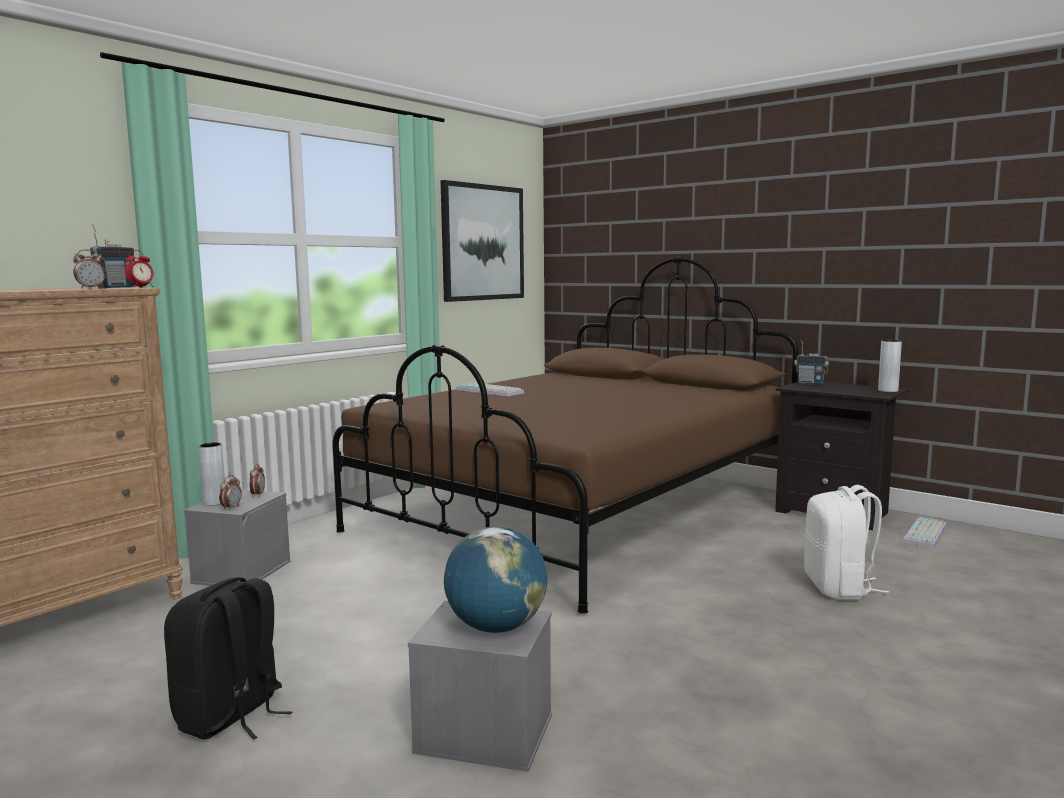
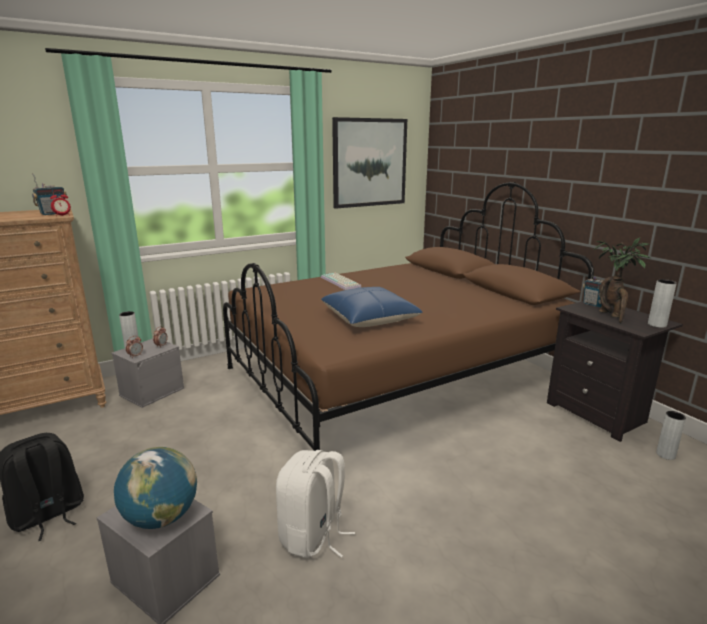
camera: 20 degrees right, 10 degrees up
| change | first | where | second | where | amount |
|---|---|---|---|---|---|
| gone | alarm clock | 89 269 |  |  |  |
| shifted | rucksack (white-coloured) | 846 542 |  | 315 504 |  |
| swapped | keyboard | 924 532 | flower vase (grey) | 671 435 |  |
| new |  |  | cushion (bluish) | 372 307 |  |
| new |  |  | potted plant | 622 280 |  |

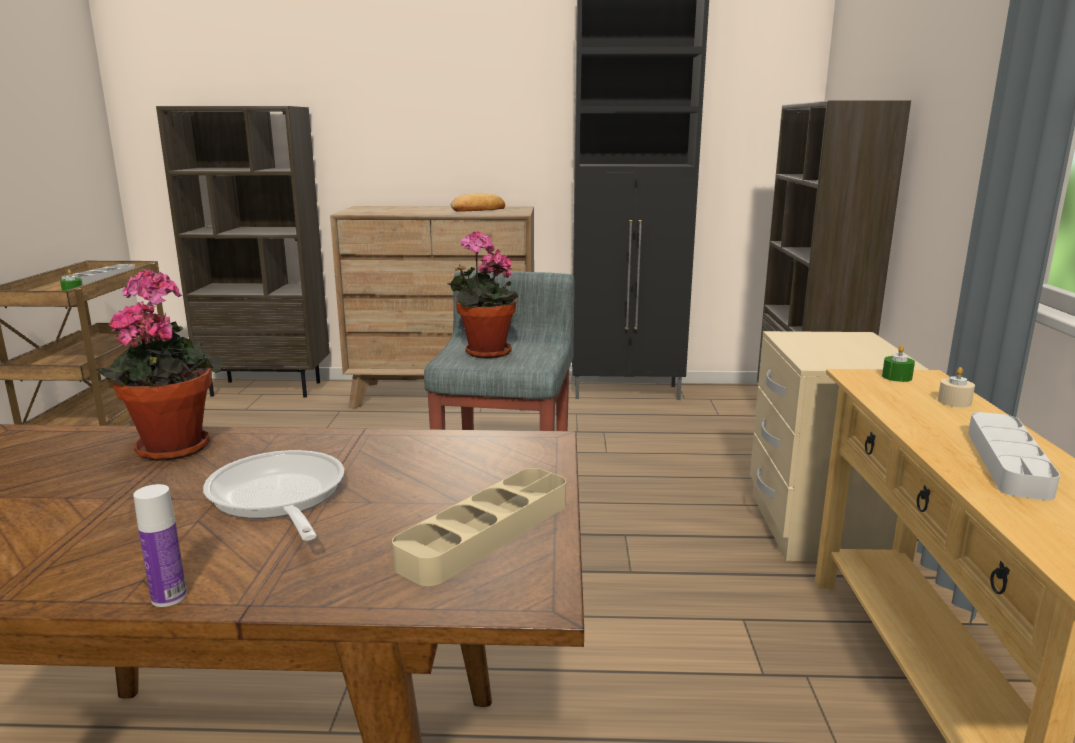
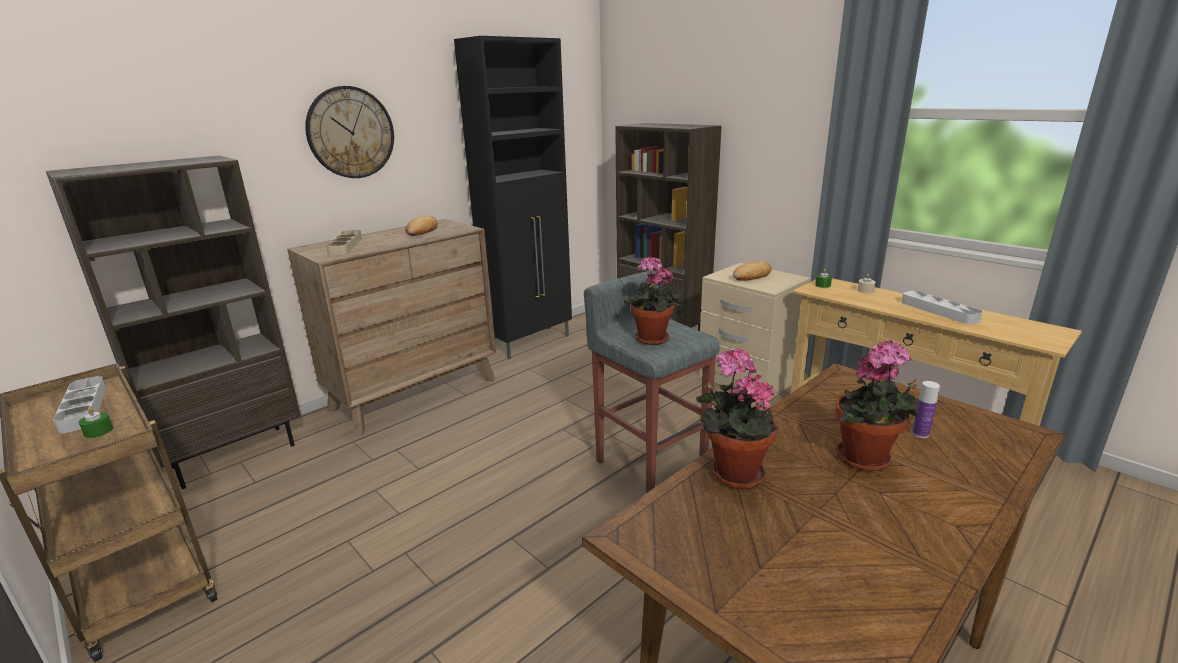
camera: 45 degrees left, 5 degrees up
| change | first | where | second | where | amount |
|---|---|---|---|---|---|
| shifted | beverage bottle | 160 545 |  | 926 409 |  |
| swapped | skillet | 273 495 | potted plant | 877 406 |  |
| shifted | serving tray (beige) | 479 527 |  | 344 242 |  |
| new |  |  | clock on the wall | 349 132 |  |
| new |  |  | baked bread | 752 271 |  |

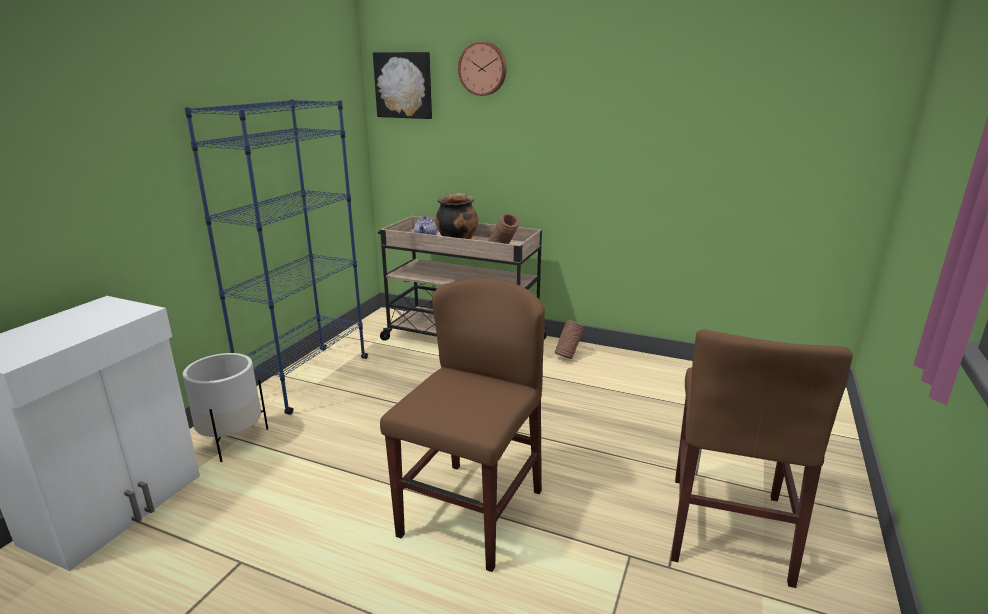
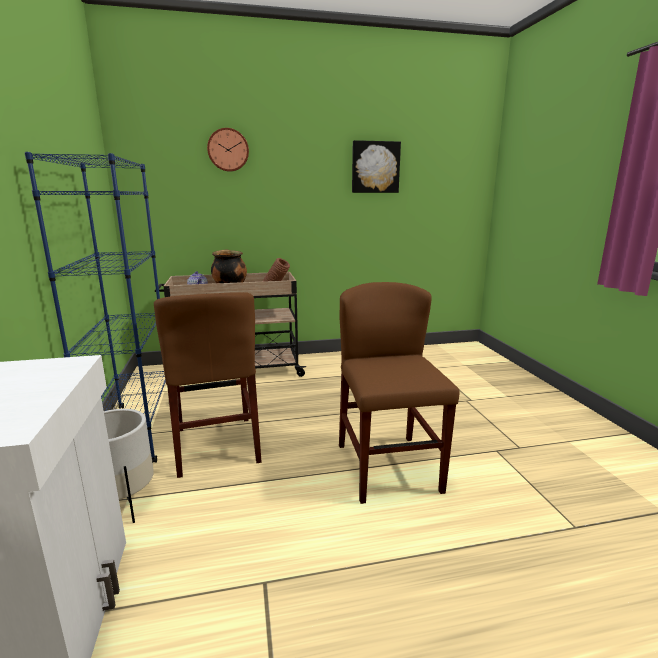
camera: 35 degrees left, 5 degrees down
| change | first | where | second | where | amount |
|---|---|---|---|---|---|
| shifted | wall picture | 402 85 |  | 376 166 |  |
| gone | flower vase (brownish) | 570 339 |  |  |  |
| shifted | plain chair (brownish) | 762 459 |  | 208 385 |  |

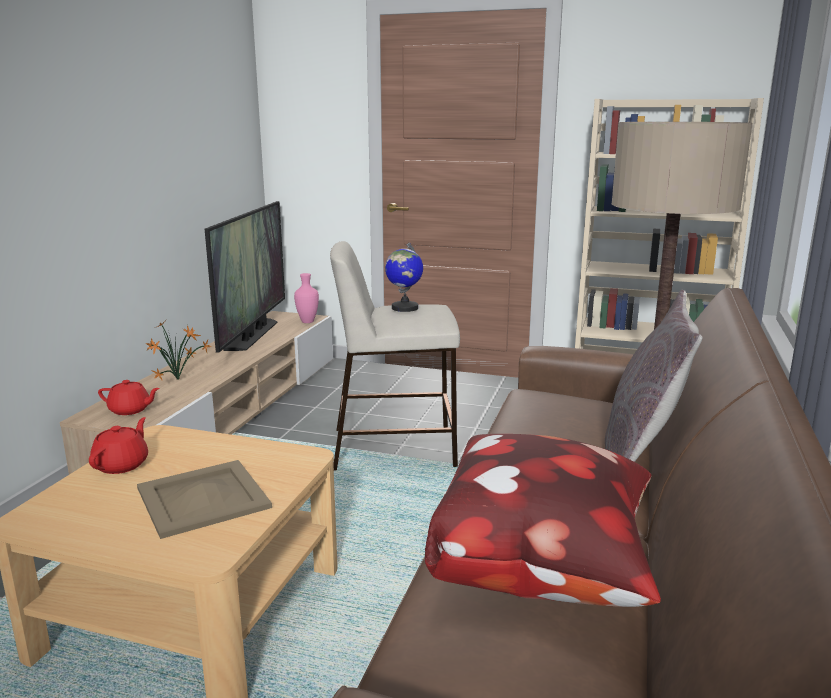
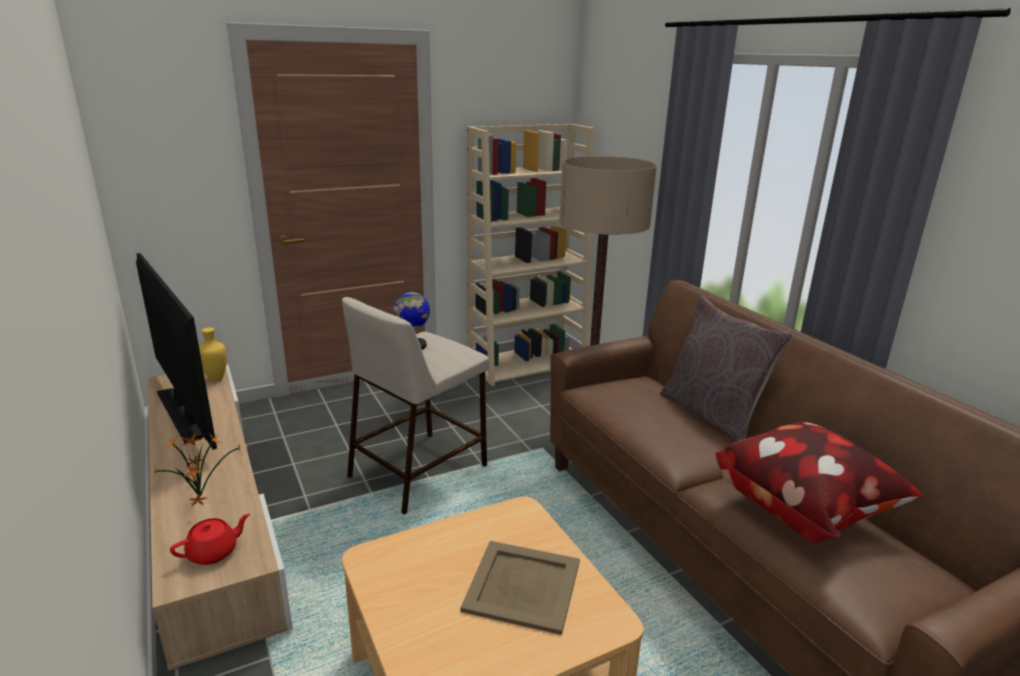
camera: 45 degrees left, 5 degrees up
| change | first | where | second | where | amount |
|---|---|---|---|---|---|
| gone | tea pot (red) | 118 445 |  |  |  |
| repainted | flower vase (pinkish) | 306 298 | flower vase (yellow-coloured) | 213 354 |  |

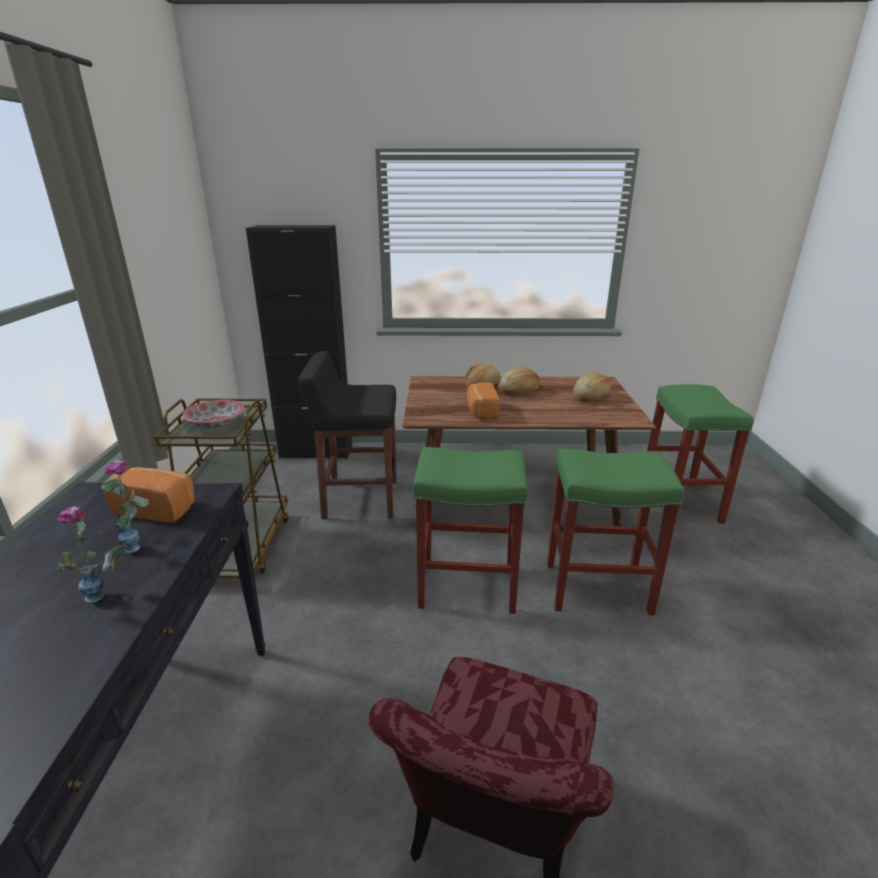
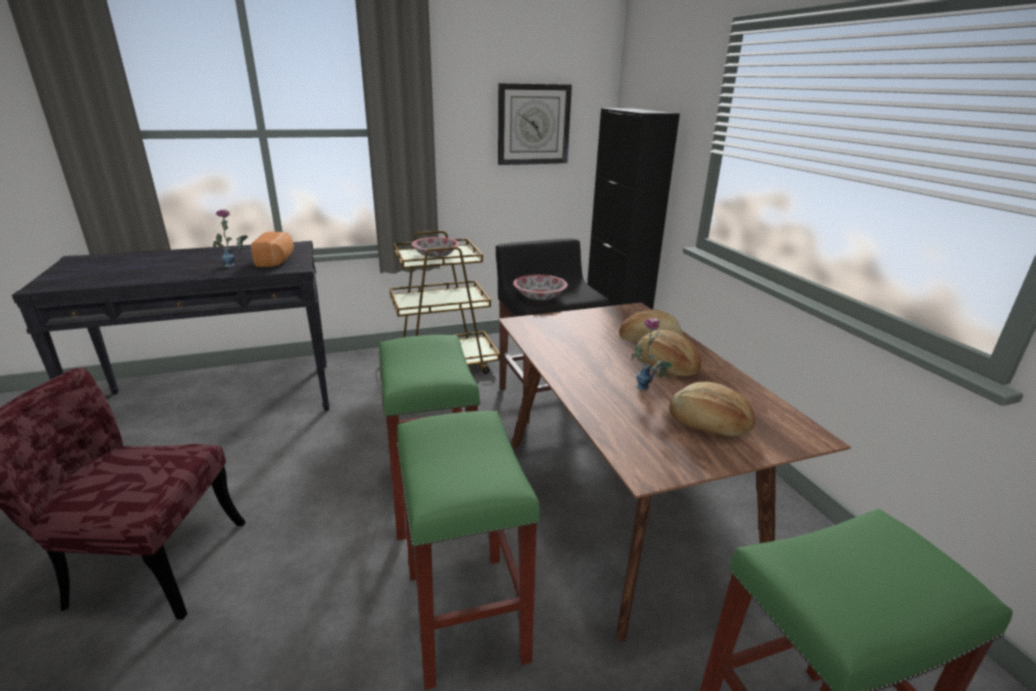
camera: 70 degrees right, 0 degrees up
| change | first | where | second | where | amount |
|---|---|---|---|---|---|
| shifted | flower vase | 92 554 |  | 651 354 |  |
| gone | baked bread | 483 400 |  |  |  |
| new |  |  | clock on the wall | 535 124 |  |
| new |  |  | serving bowl | 540 287 |  |

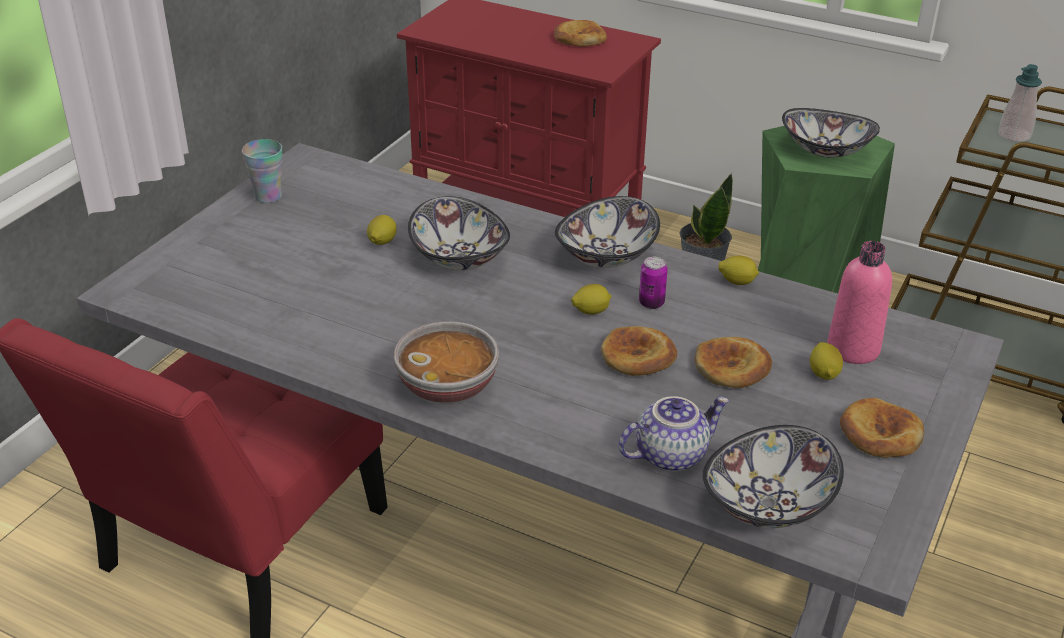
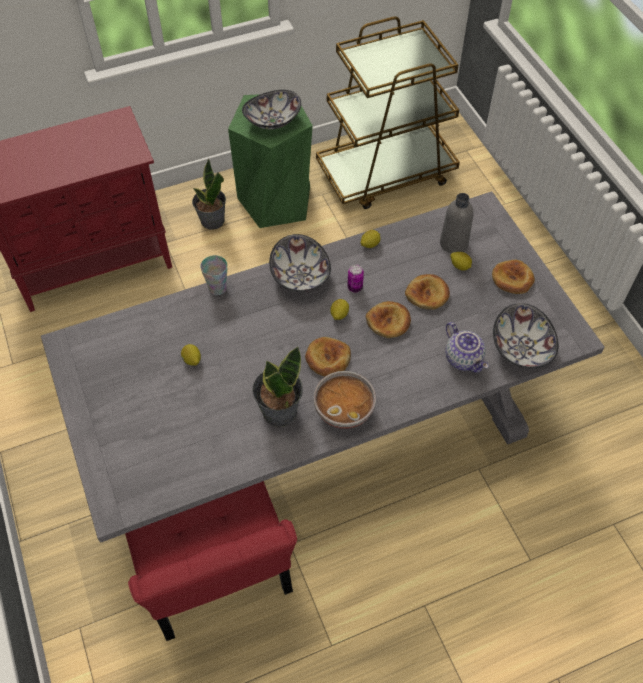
camera: 50 degrees left, 20 degrees up
| change | first | where | second | where | amount |
|---|---|---|---|---|---|
| shifted | drinking cup | 262 171 |  | 213 275 |  |
| gone | serving bowl | 459 233 |  |  |  |
| shifted | baked bread | 580 33 |  | 328 356 |  |
| rotated | tea pot | 673 434 |  | 467 347 | 135 degrees clockwise |
| repainted | beverage bottle (pinkish) | 859 302 | beverage bottle (grey) | 457 223 |  |
| gone | soap bottle | 1020 103 |  |  |  |
| new |  |  | potted plant | 277 387 |  |

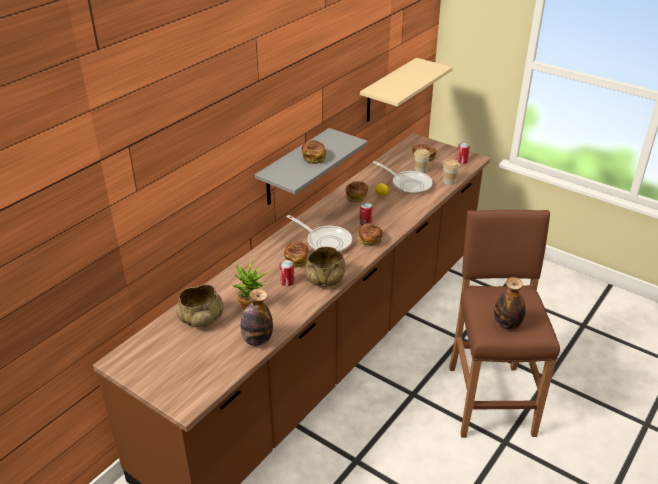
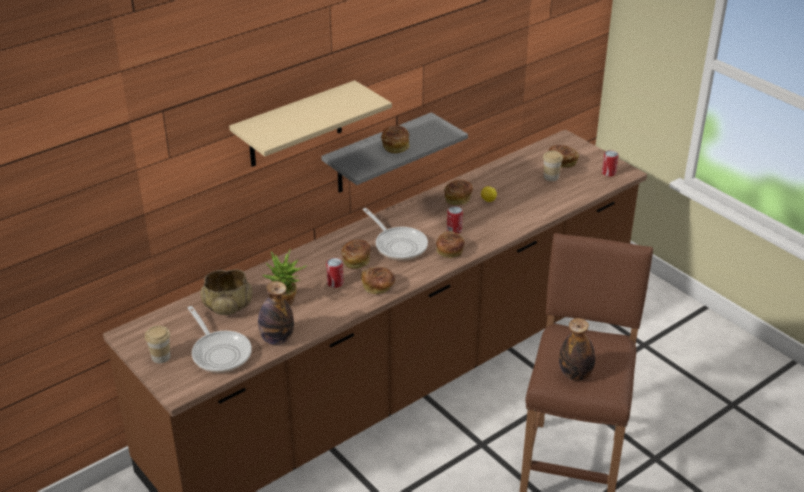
camera: 15 degrees right, 0 degrees up
| change | first | where | second | where | amount |
|---|---|---|---|---|---|
| swapped | serving bowl (beige) | 325 267 | baked bread | 378 280 |  |
| shifted | bracket shelf (beige) | 406 90 |  | 310 123 |  |
| shifted | skillet | 403 177 |  | 220 339 |  |
| shifted | drinking cup | 451 172 |  | 157 344 |  |

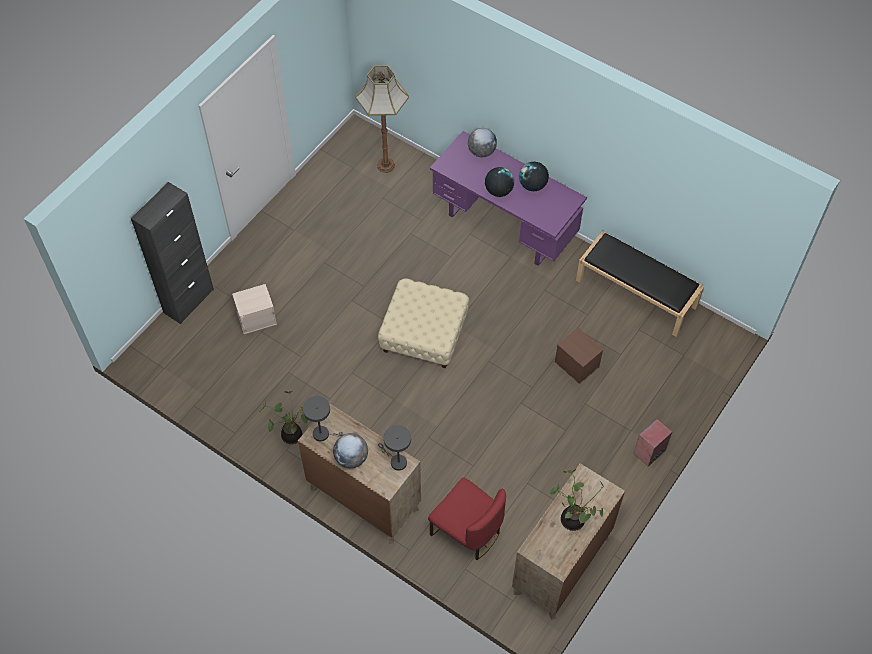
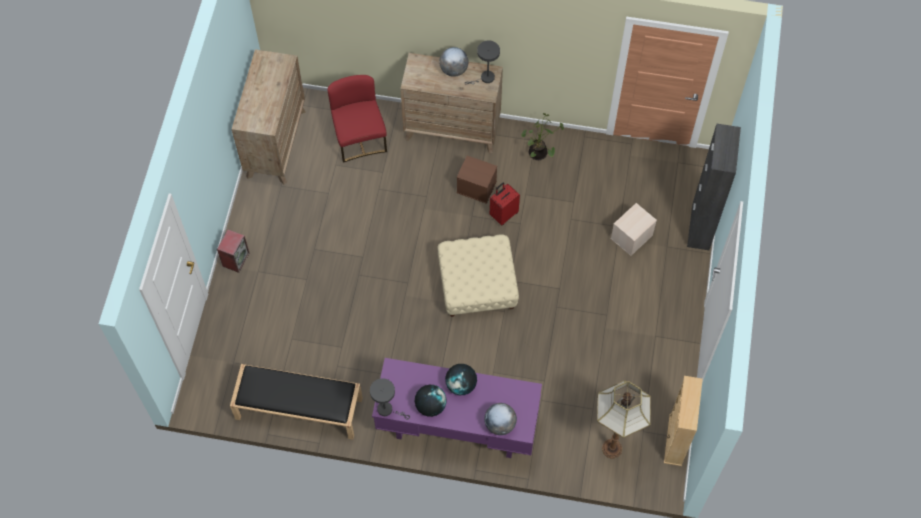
camera: 155 degrees right, 5 degrees up
| change | first | where | second | where | amount |
|---|---|---|---|---|---|
| shifted | table lamp (grey) | 394 448 |  | 390 399 |  |
| rotated | plain chair (red) | 467 518 |  | 357 119 | 60 degrees clockwise |
| gone | potted plant | 578 500 |  |  |  |
| shifted | storage bin (brownish) | 579 356 |  | 477 180 |  |
| new |  |  | travel case (red) | 505 203 |  |
| new |  |  | bookshelf (beige) | 683 421 |  |

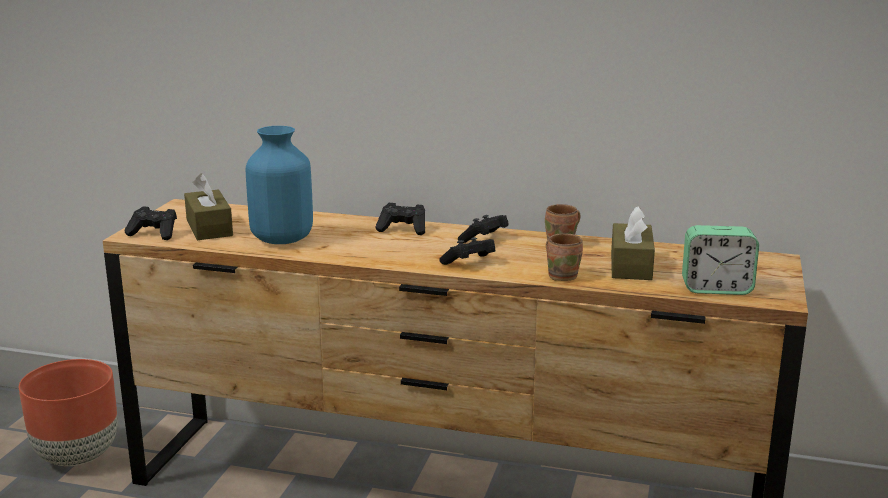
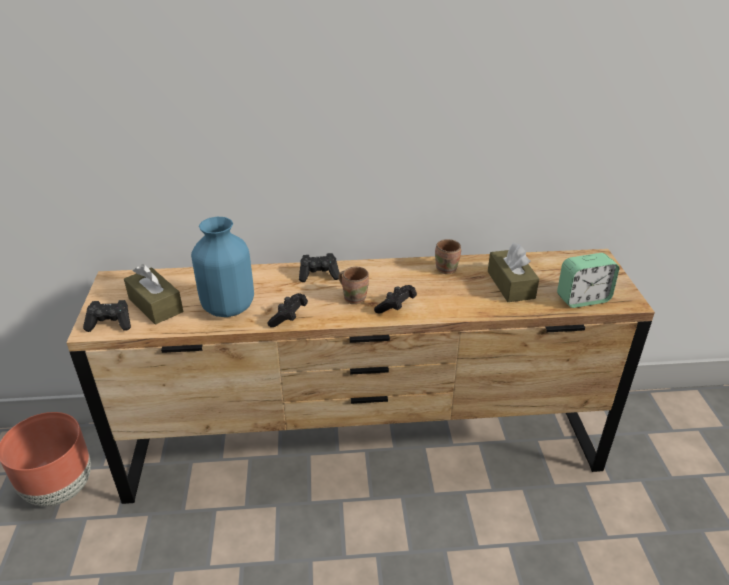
camera: 20 degrees left, 15 degrees up
| change | first | where | second | where | amount |
|---|---|---|---|---|---|
| shifted | joypad (black-coloured) | 483 229 |  | 287 310 |  |
| shifted | coffee mug (brownish) | 564 257 |  | 353 285 |  |

